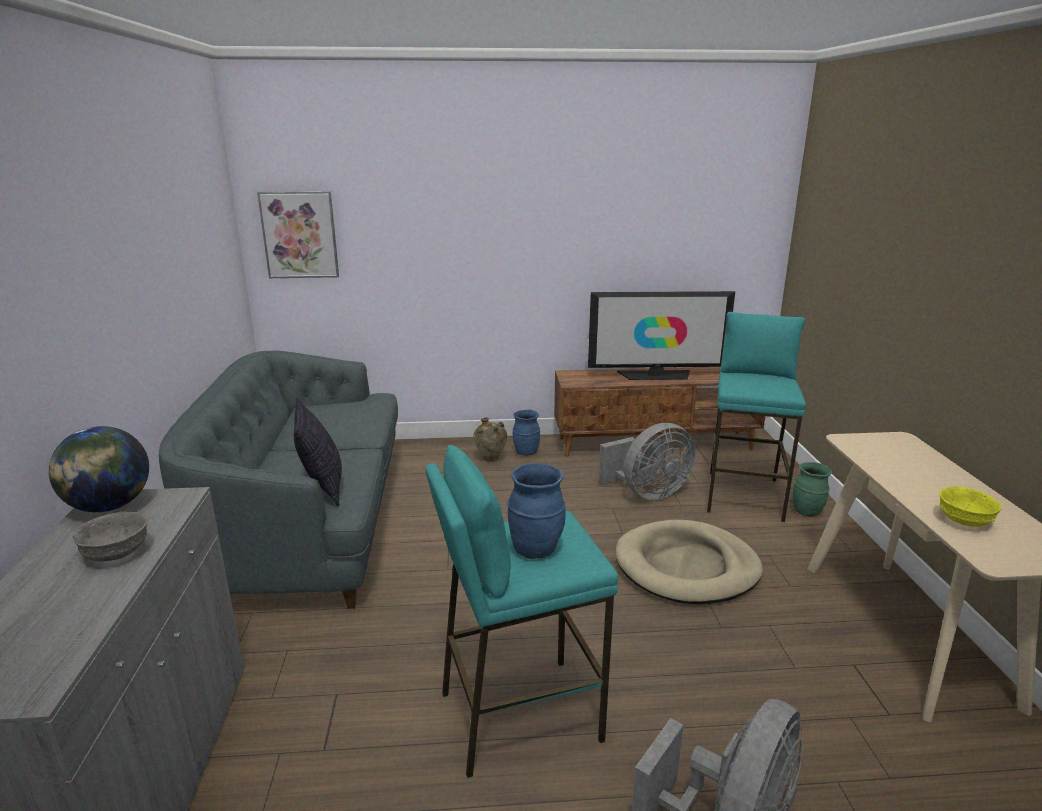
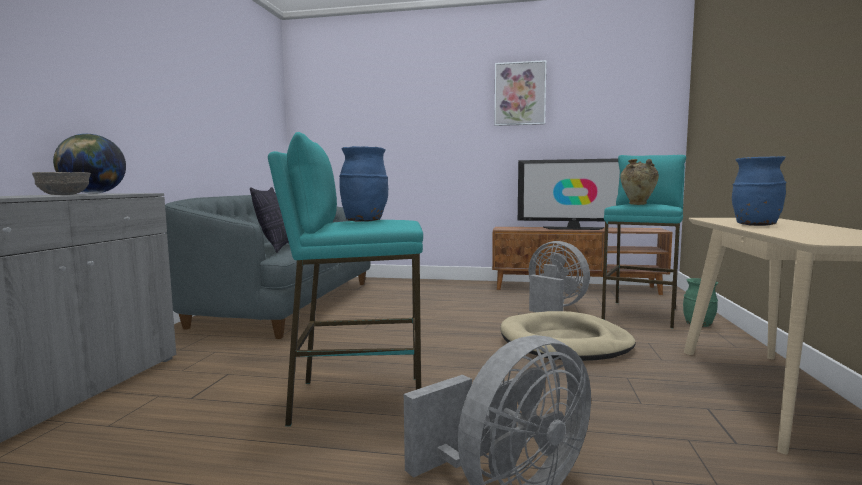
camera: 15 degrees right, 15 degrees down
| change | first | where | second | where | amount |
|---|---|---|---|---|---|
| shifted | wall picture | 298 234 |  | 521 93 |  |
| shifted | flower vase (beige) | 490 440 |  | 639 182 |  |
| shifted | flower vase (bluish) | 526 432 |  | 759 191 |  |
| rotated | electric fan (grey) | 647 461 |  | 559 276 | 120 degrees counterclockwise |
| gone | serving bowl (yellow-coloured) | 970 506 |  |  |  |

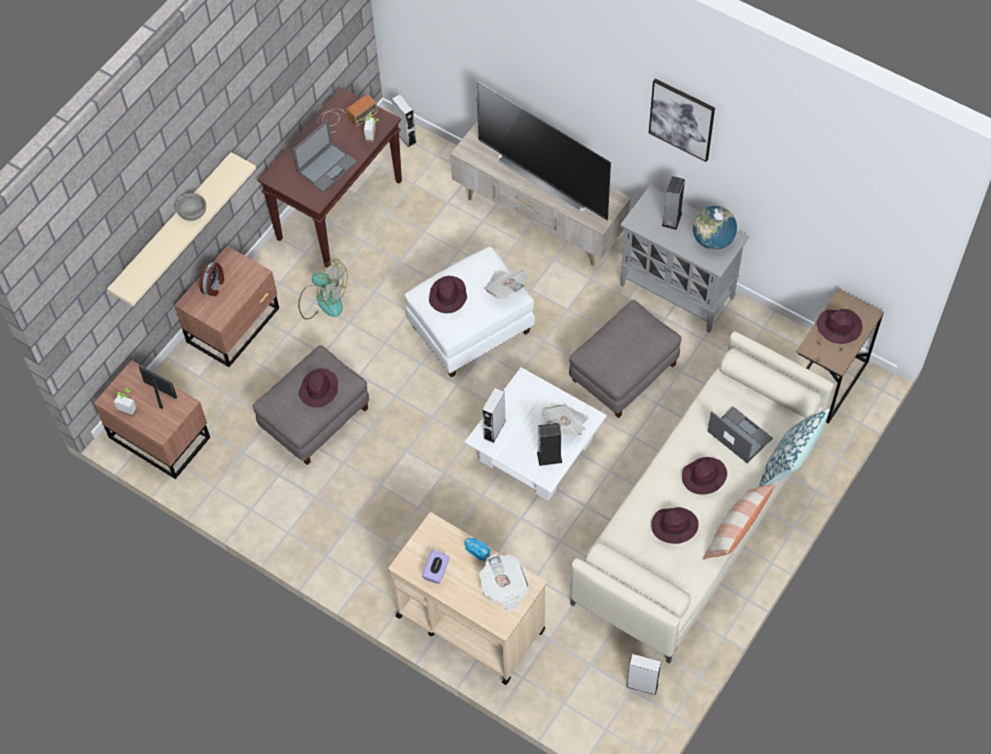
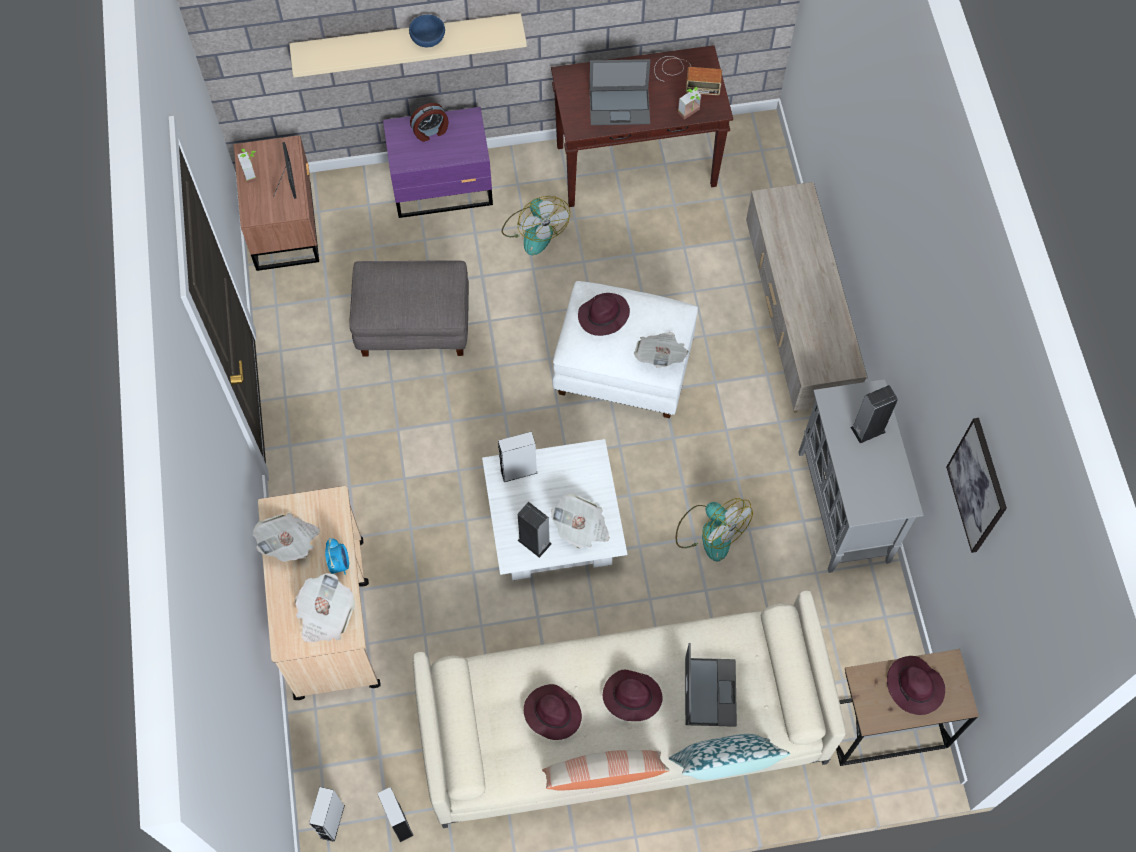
camera: 45 degrees right, 5 degrees up
| change | first | where | second | where | amount |
|---|---|---|---|---|---|
| repainted | night table (brownish) | 226 306 | night table (purple) | 438 162 |  |
| repainted | serving bowl (grey) | 191 207 | serving bowl (bluish) | 427 31 |  |
| gone | hat (purple) | 318 388 |  |  |  |
| shifted | audio speaker (grey) | 404 120 |  | 327 814 |  |
| swapped | tissue holder (purple) | 436 567 | printed paper | 286 537 |  |
| gone | TV | 543 150 |  |  |  |
| swapped | ottoman (grey) | 625 359 | electric fan | 714 529 |  |
| shifted | wall picture | 682 120 |  | 976 485 |  |
| gone | globe | 715 228 |  |  |  |

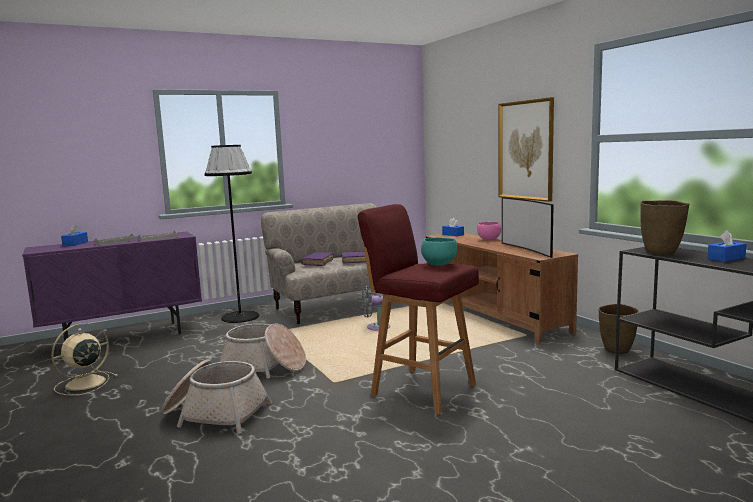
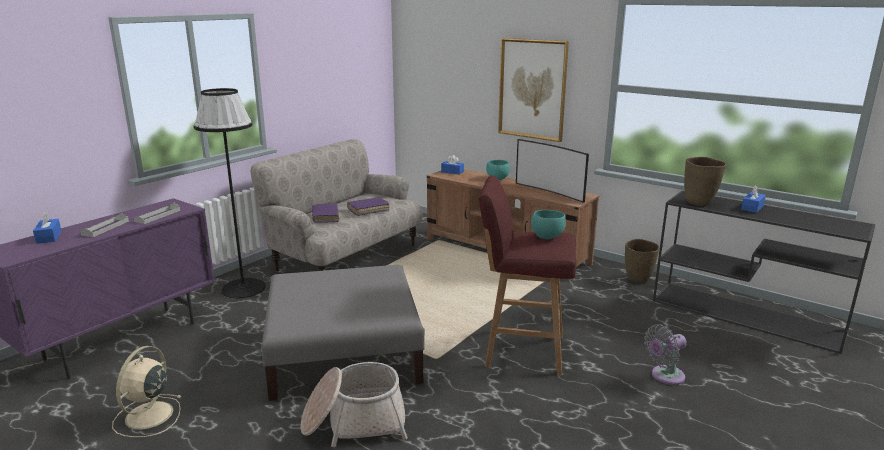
camera: 25 degrees left, 10 degrees up
| change | first | where | second | where | amount |
|---|---|---|---|---|---|
| swapped | storage basket | 263 351 | ottoman (grey) | 343 333 |  |
| shifted | electric fan (grey) | 376 308 |  | 665 354 |  |
| repainted | serving bowl (pinkish) | 489 231 | serving bowl (turquoise) | 498 170 |  |

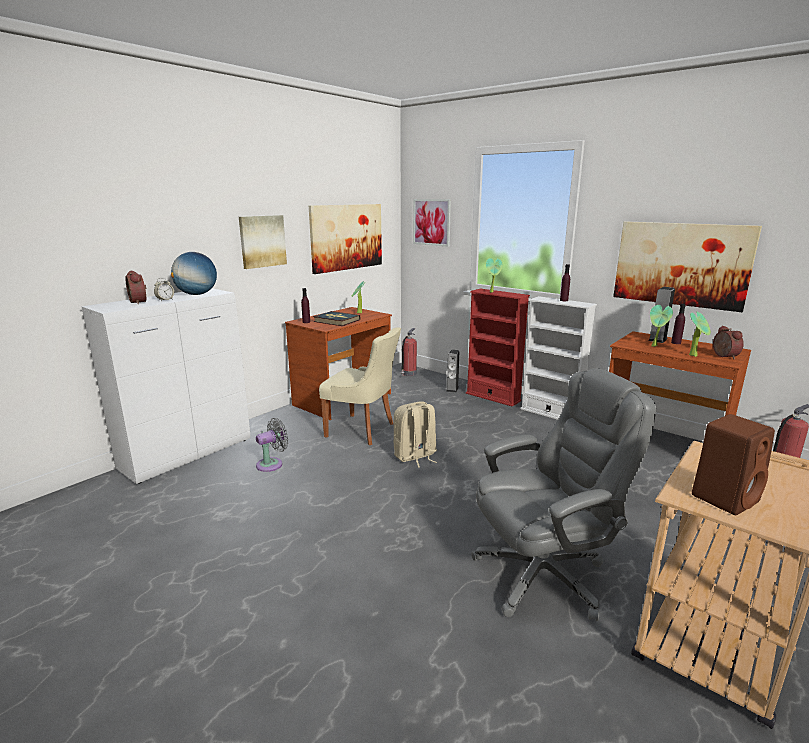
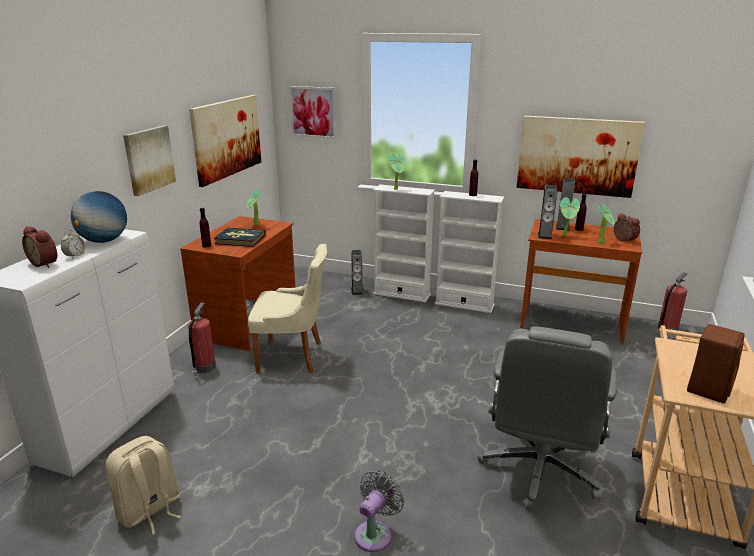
camera: 20 degrees left, 5 degrees up
| change | first | where | second | where | amount |
|---|---|---|---|---|---|
| shifted | electric fan (grey) | 272 445 |  | 379 511 |  |
| shifted | rucksack (beige) | 415 434 |  | 143 485 |  |
| shifted | fire extinguisher | 409 352 |  | 202 339 |  |
| repainted | bookshelf (red) | 498 348 | bookshelf (white-coloured) | 404 243 |  |
| rotated | office chair (grey) | 563 494 |  | 547 418 | 150 degrees clockwise |
| new |  |  | audio speaker | 547 212 |  |

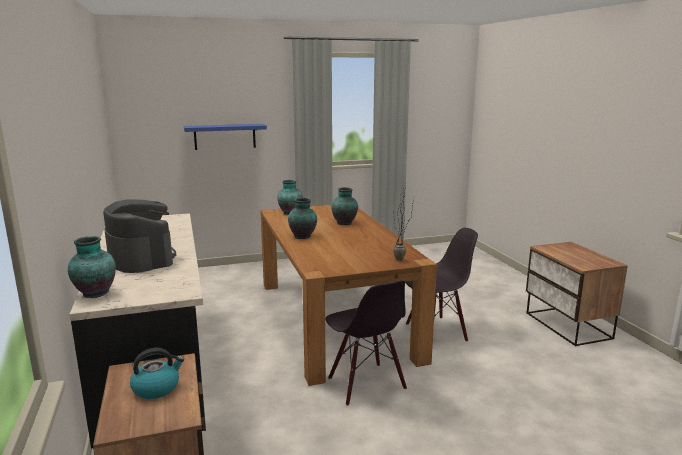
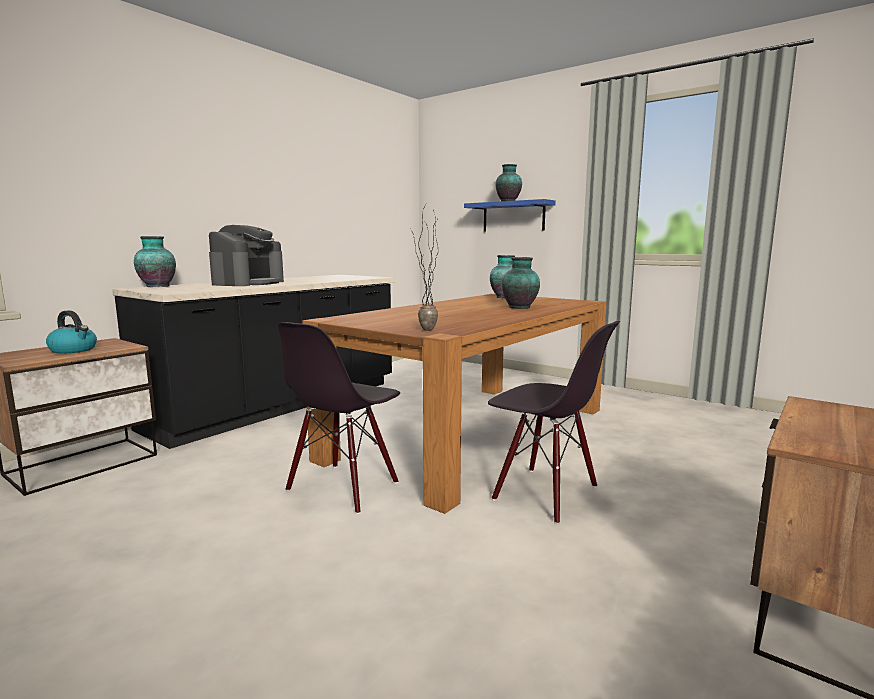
camera: 55 degrees right, 5 degrees down
| change | first | where | second | where | amount |
|---|---|---|---|---|---|
| shifted | flower vase | 302 218 |  | 508 182 |  |

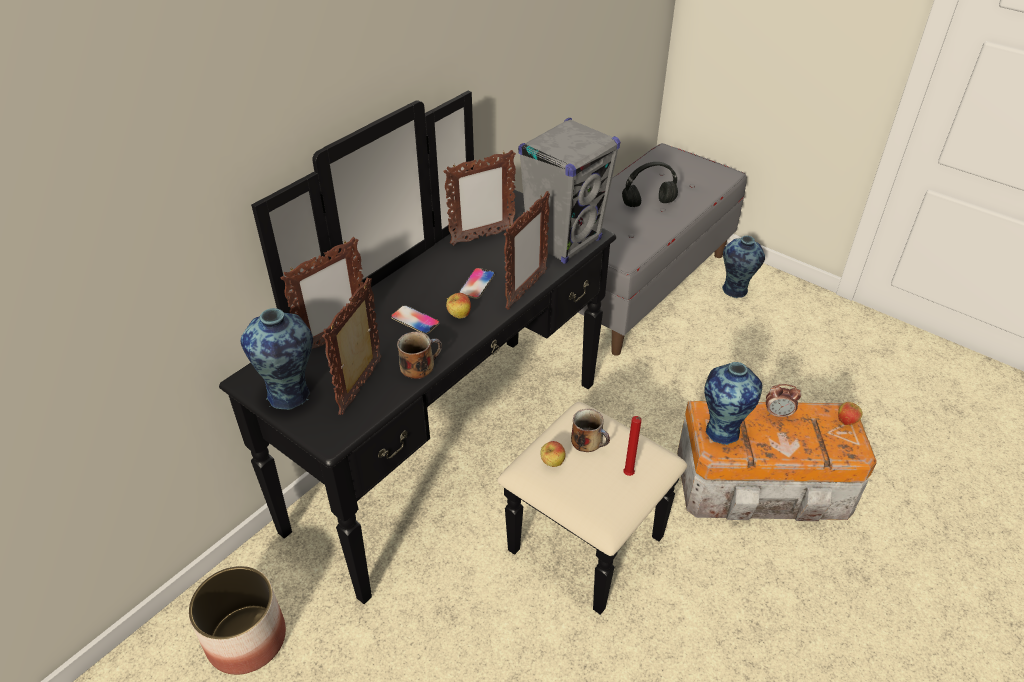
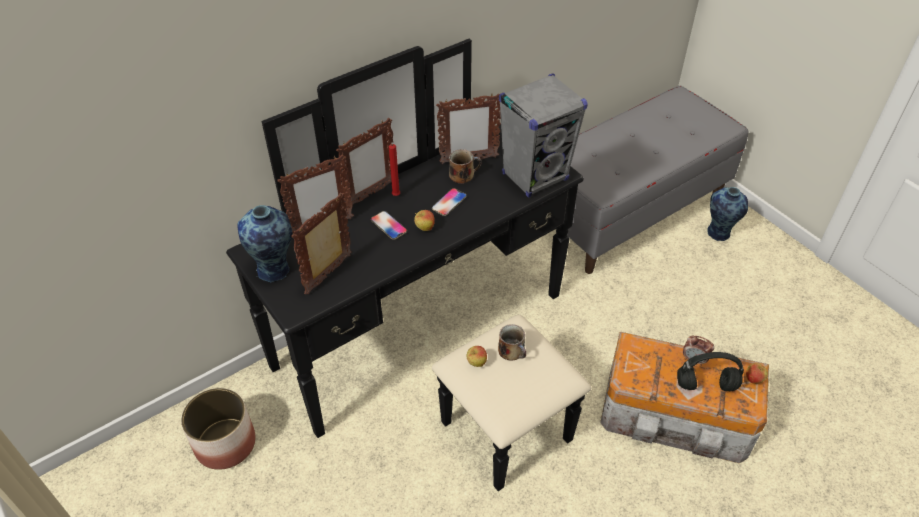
camera: 15 degrees right, 5 degrees up
| change | first | where | second | where | amount |
|---|---|---|---|---|---|
| shifted | coffee mug | 419 355 |  | 465 166 |  |
| shifted | standing frame | 527 250 |  | 364 162 |  |
| shifted | headset (black-coloured) | 650 184 |  | 710 371 |  |
| shifted | candle (red) | 632 446 |  | 394 170 |  |
| gone | flower vase | 733 403 |  |  |  |

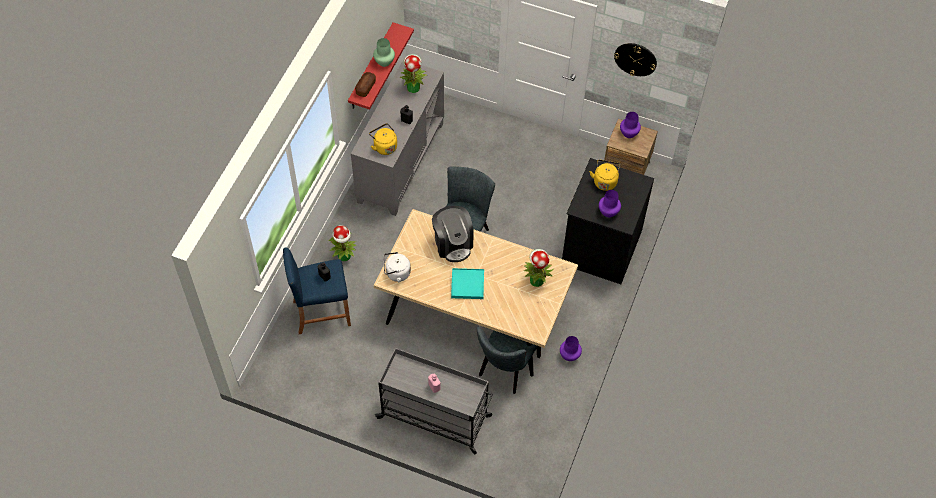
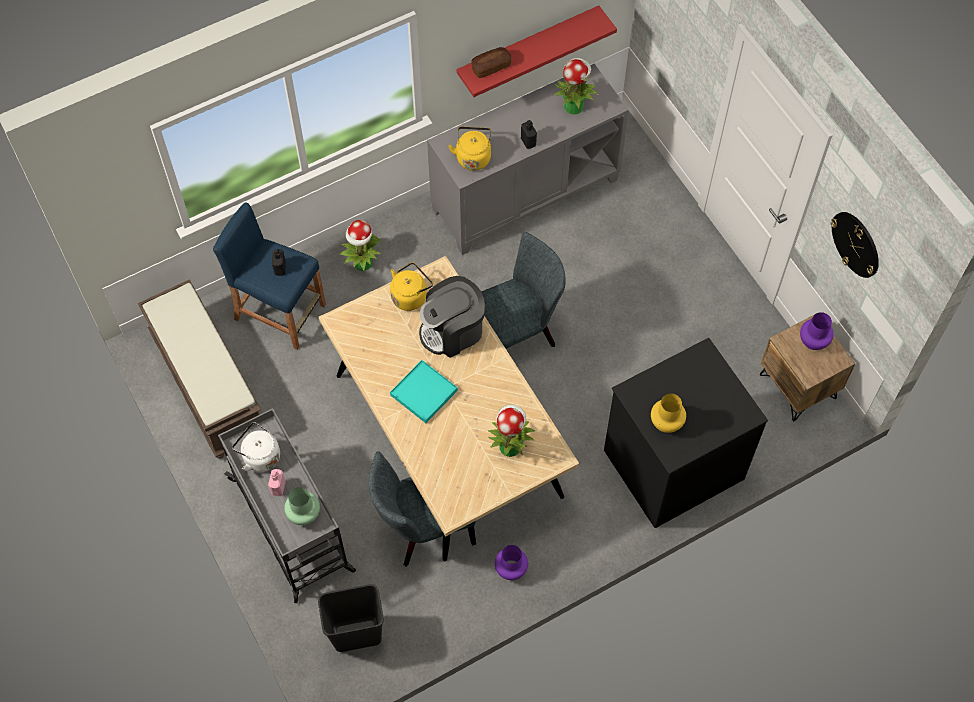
camera: 40 degrees right, 5 degrees up
| change | first | where | second | where | amount |
|---|---|---|---|---|---|
| shifted | flower vase (greenish) | 384 52 |  | 302 506 |  |
| shifted | tea kettle (white-coloured) | 397 267 |  | 256 447 |  |
| rotated | coffee brewer | 453 234 |  | 452 317 | 45 degrees clockwise |
| shifted | tea kettle (yellow-coloured) | 605 175 |  | 411 286 |  |
| repainted | flower vase (purple) | 610 203 | flower vase (yellow-coloured) | 668 413 |  |
| new |  |  | indoor bench (brownish) | 199 369 |  |
| new |  |  | trash can (black-coloured) | 351 618 |  |

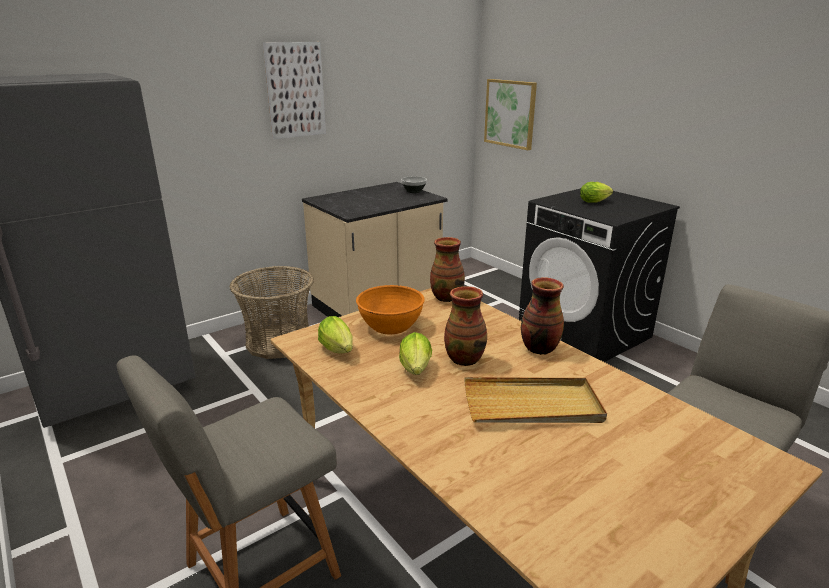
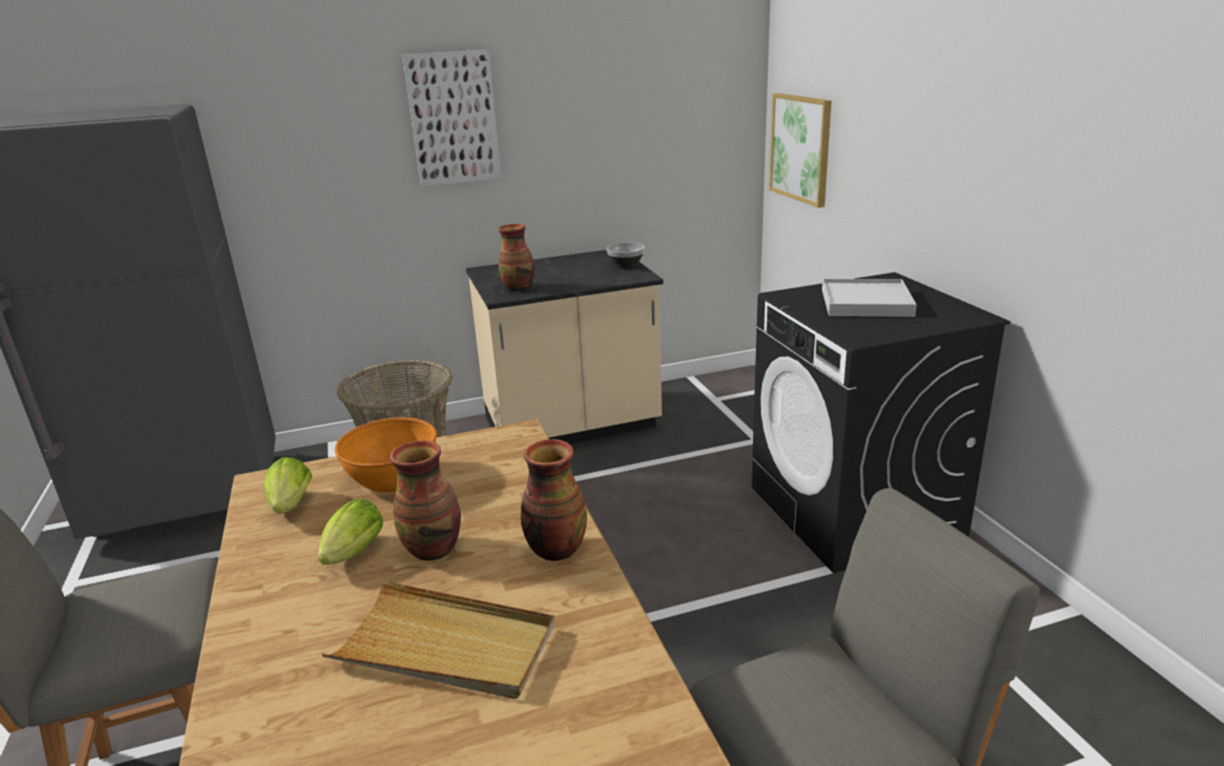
camera: 20 degrees right, 0 degrees up
| change | first | where | second | where | amount |
|---|---|---|---|---|---|
| shifted | flower vase | 447 269 |  | 516 257 |  |
| swapped | head of lettuce | 596 192 | serving tray (white-coloured) | 869 298 |  |

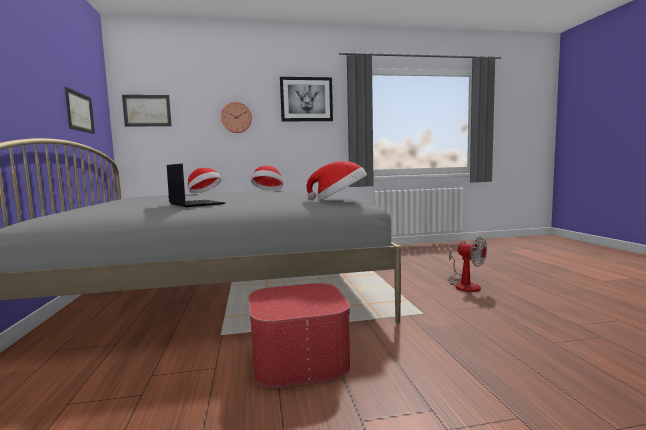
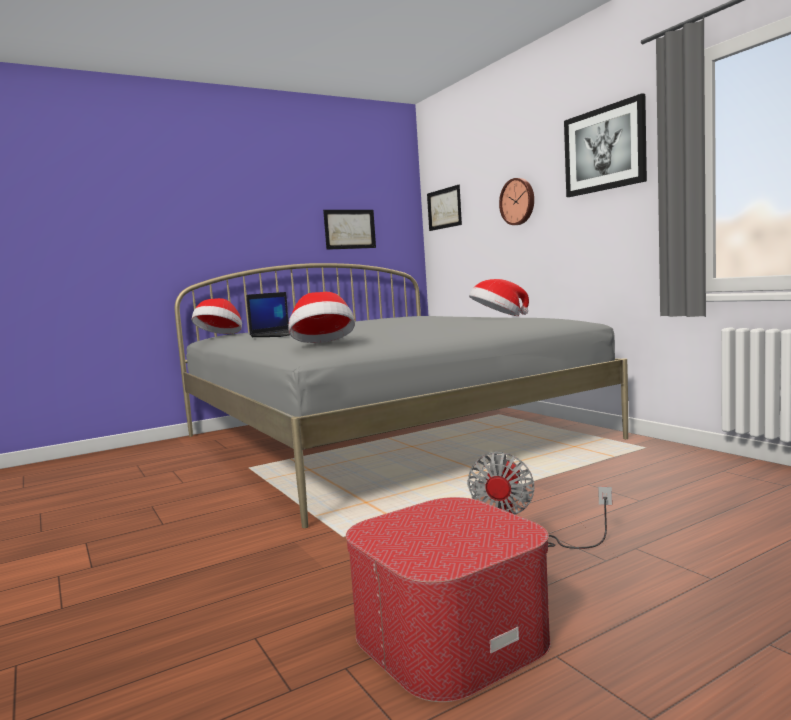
camera: 70 degrees right, 0 degrees up
| change | first | where | second | where | amount |
|---|---|---|---|---|---|
| shifted | hat | 205 180 |  | 217 316 |  |
| shifted | ottoman | 299 335 |  | 448 599 |  |

